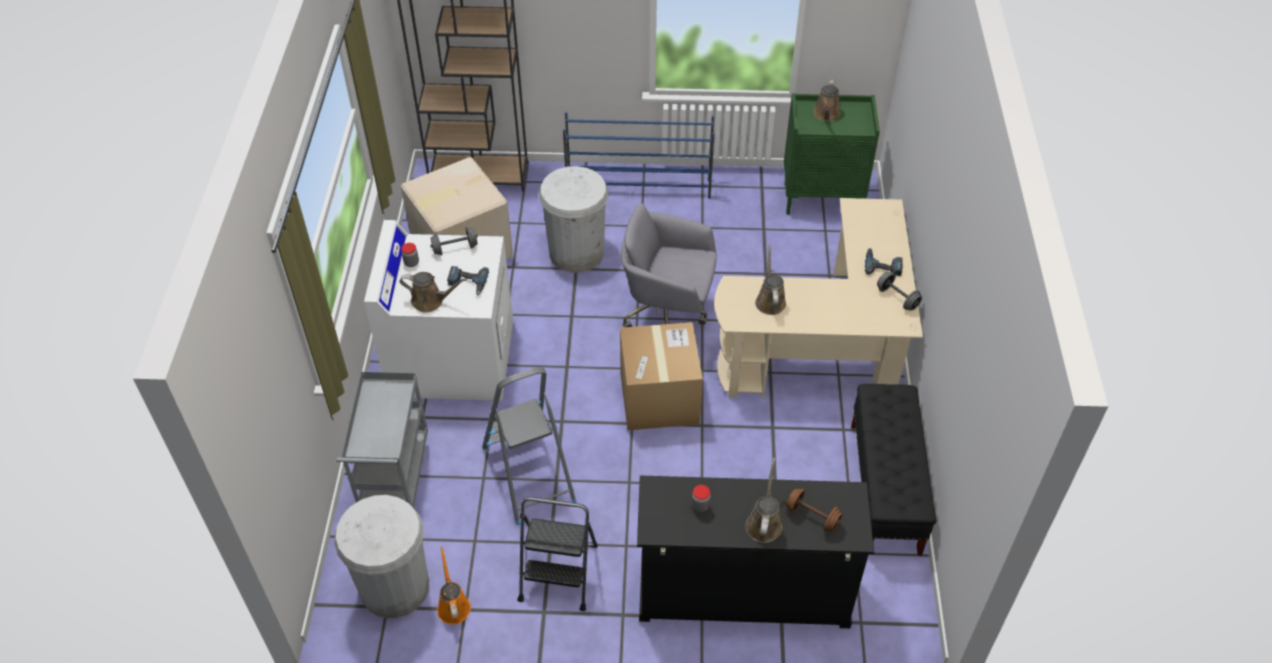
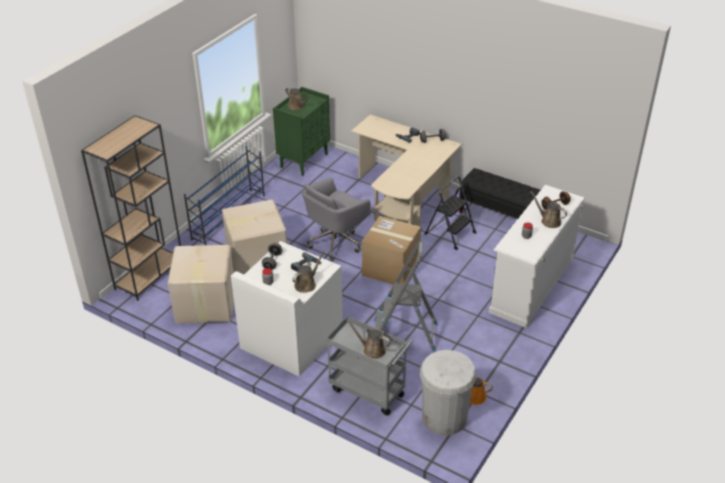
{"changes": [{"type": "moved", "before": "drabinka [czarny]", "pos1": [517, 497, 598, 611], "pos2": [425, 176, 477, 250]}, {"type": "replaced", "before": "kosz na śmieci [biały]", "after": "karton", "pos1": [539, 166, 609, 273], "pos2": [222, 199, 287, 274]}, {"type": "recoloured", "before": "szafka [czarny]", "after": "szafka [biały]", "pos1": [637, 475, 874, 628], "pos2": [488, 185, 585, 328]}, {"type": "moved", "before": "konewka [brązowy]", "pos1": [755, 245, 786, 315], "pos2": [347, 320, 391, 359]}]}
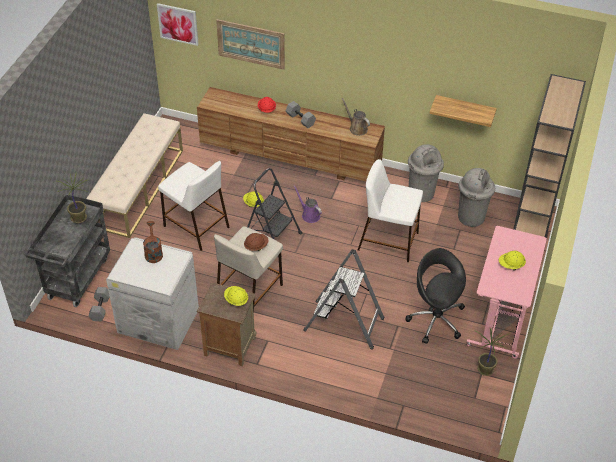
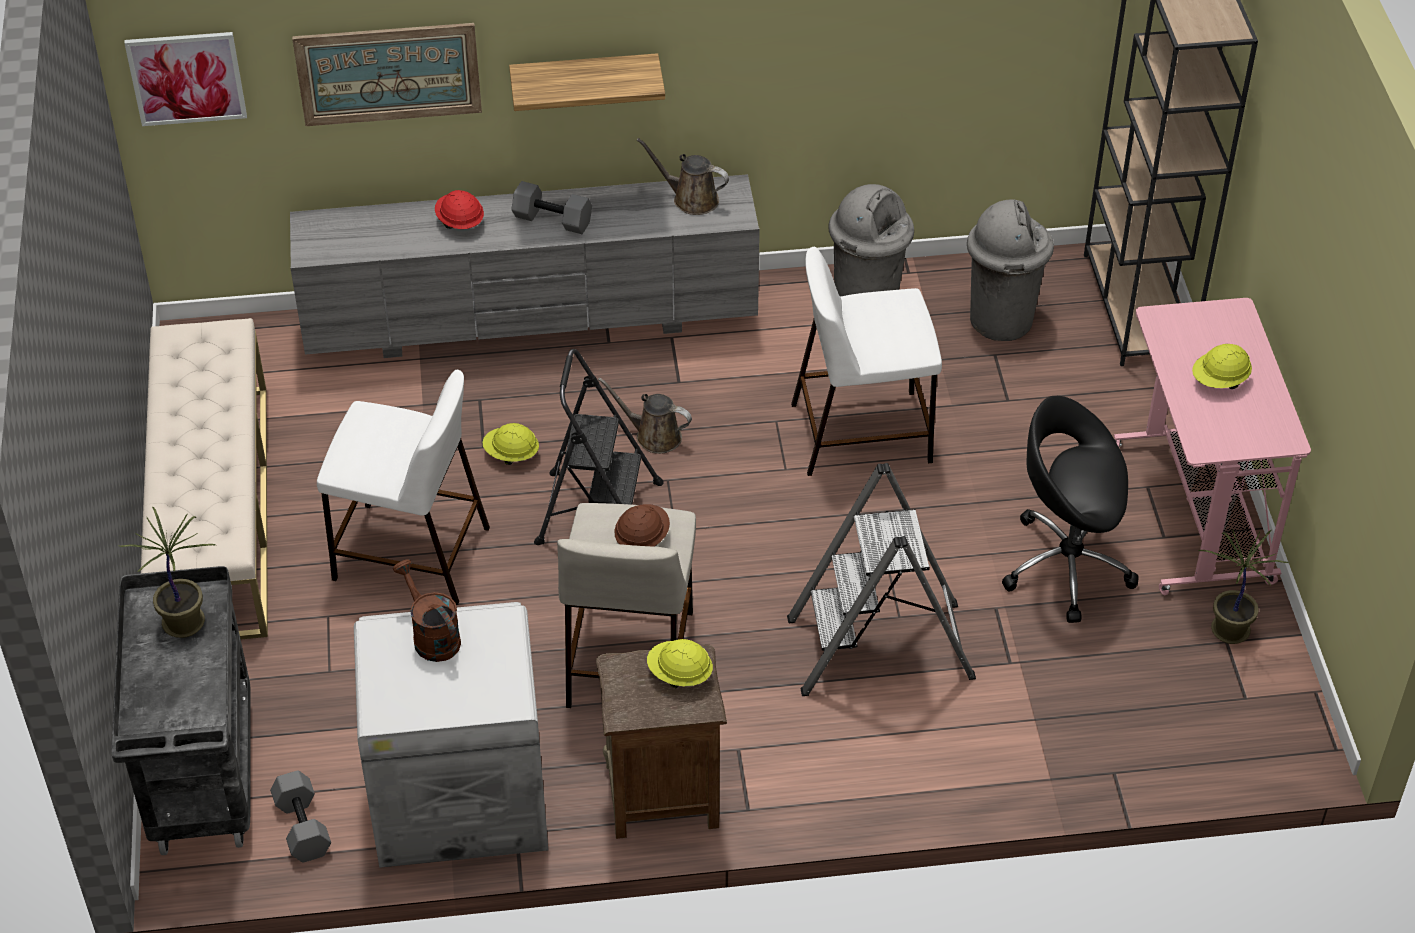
{"changes": [{"type": "recoloured", "before": "szafka [brązowy]", "after": "szafka [szary]", "pos1": [197, 87, 385, 181], "pos2": [290, 174, 760, 358]}, {"type": "recoloured", "before": "konewka [fioletowy]", "after": "konewka [brązowy]", "pos1": [294, 185, 322, 223], "pos2": [598, 377, 692, 454]}, {"type": "moved", "before": "półka", "pos1": [429, 95, 497, 127], "pos2": [509, 53, 665, 111]}]}
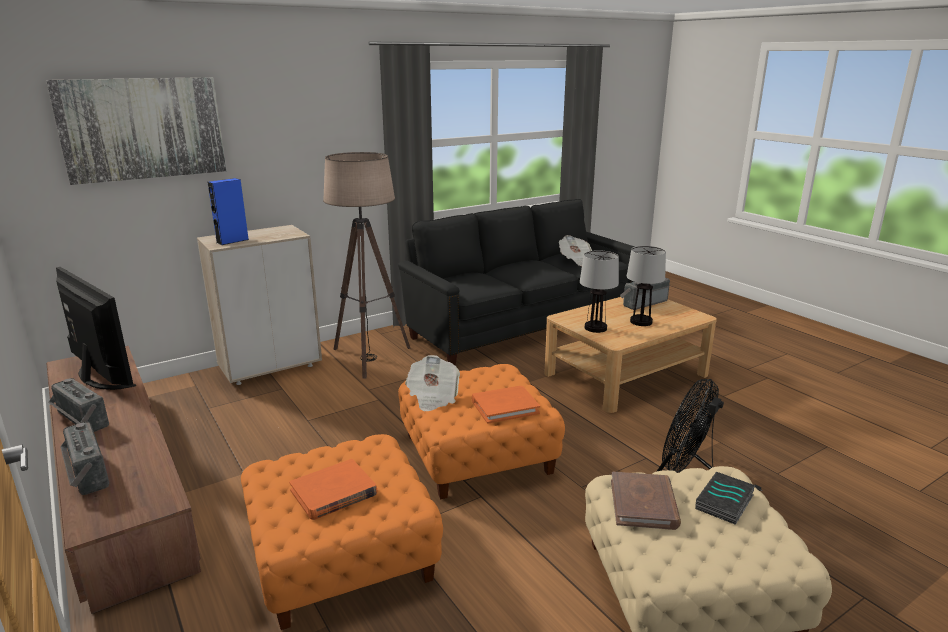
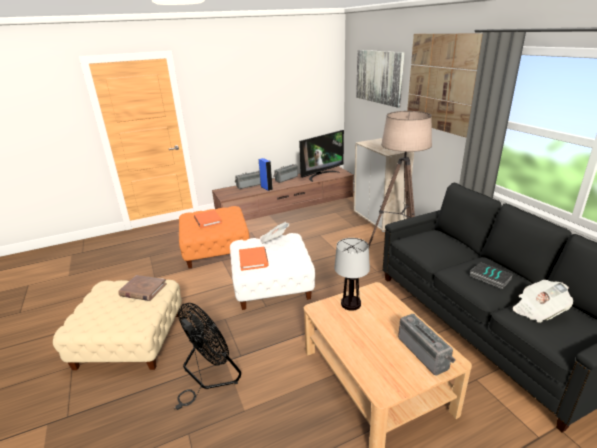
{"changes": [{"type": "moved", "before": "głośnik [niebieski]", "pos1": [208, 178, 249, 245], "pos2": [259, 158, 273, 191]}, {"type": "recoloured", "before": "pufa [pomarańczowy]", "after": "pufa [biały]", "pos1": [398, 364, 565, 499], "pos2": [230, 233, 315, 310]}, {"type": "removed", "before": "lampa stołowa", "pos1": [627, 246, 666, 326]}, {"type": "moved", "before": "książka", "pos1": [695, 472, 756, 525], "pos2": [470, 262, 513, 289]}, {"type": "added", "after": "obraz", "pos2": [407, 33, 483, 138]}]}
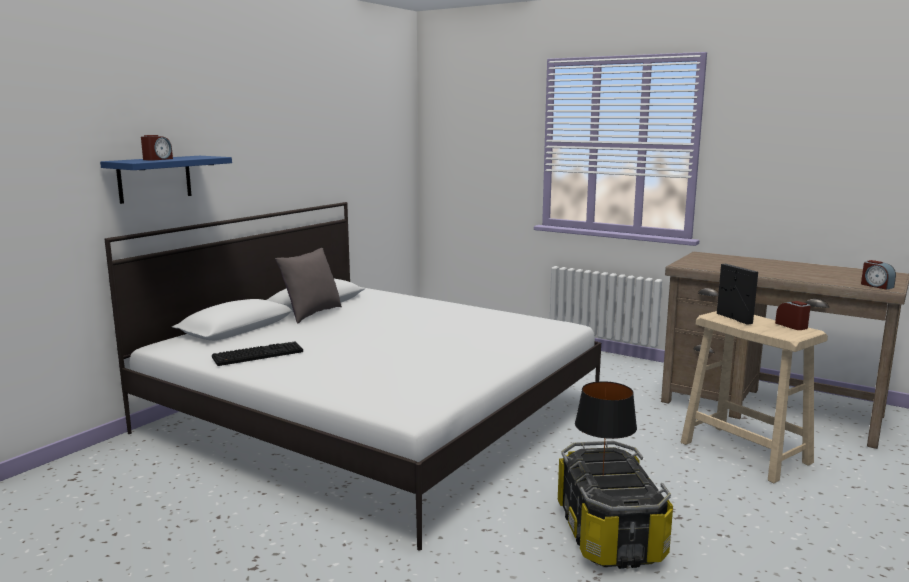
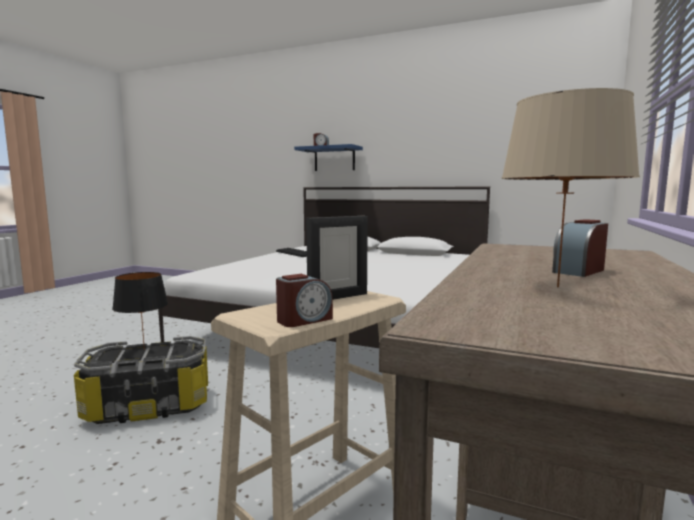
{"changes": [{"type": "removed", "before": "poduszka [szary]", "pos1": [275, 248, 342, 324]}, {"type": "moved", "before": "budzik", "pos1": [861, 260, 896, 290], "pos2": [552, 219, 608, 277]}, {"type": "added", "after": "lampa stołowa [beżowy]", "pos2": [501, 88, 640, 287]}]}
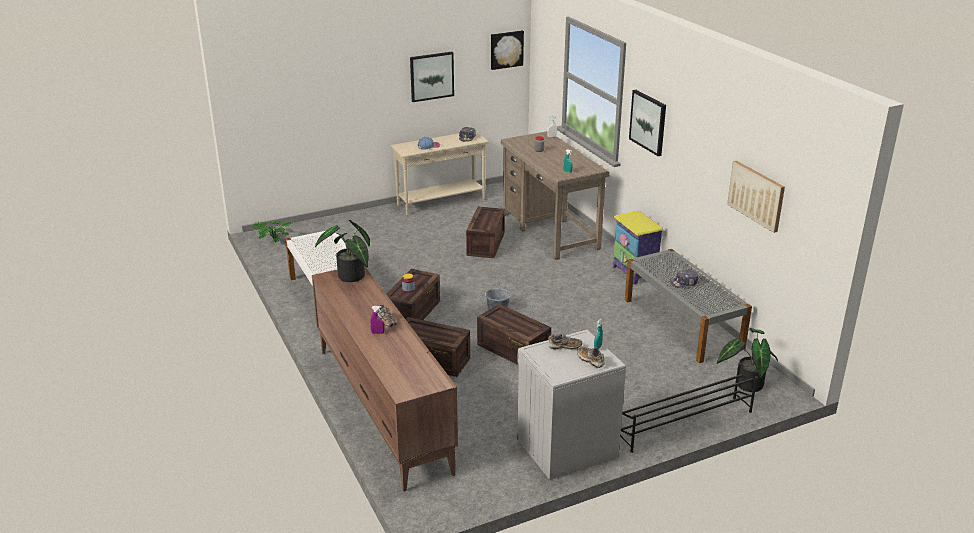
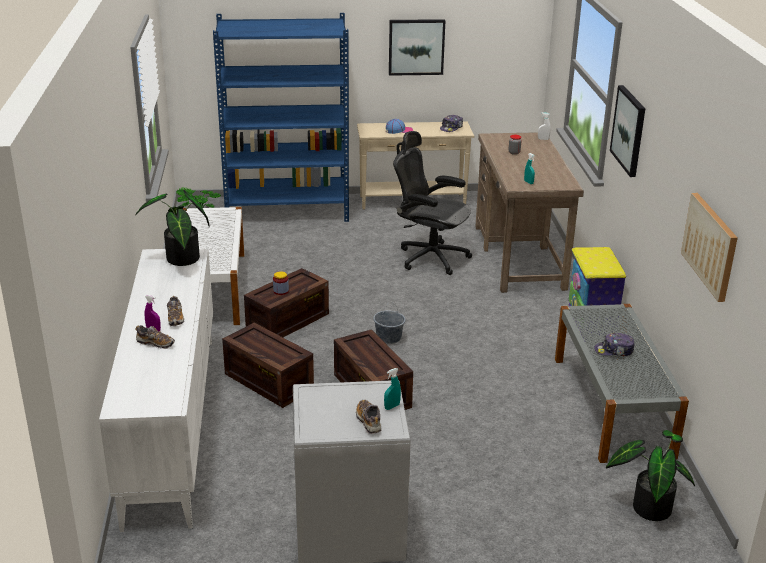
{"changes": [{"type": "recoloured", "before": "szafka [brązowy]", "after": "szafka [biały]", "pos1": [312, 266, 458, 492], "pos2": [99, 248, 213, 532]}, {"type": "replaced", "before": "skrzynka", "after": "krzesło biurowe", "pos1": [466, 207, 505, 258], "pos2": [393, 131, 472, 275]}, {"type": "removed", "before": "obraz", "pos1": [491, 30, 524, 70]}, {"type": "moved", "before": "but", "pos1": [548, 333, 582, 350], "pos2": [135, 325, 175, 349]}, {"type": "removed", "before": "regał na buty [czarny]", "pos1": [620, 363, 757, 453]}, {"type": "added", "after": "regał [niebieski]", "pos2": [213, 13, 349, 222]}]}
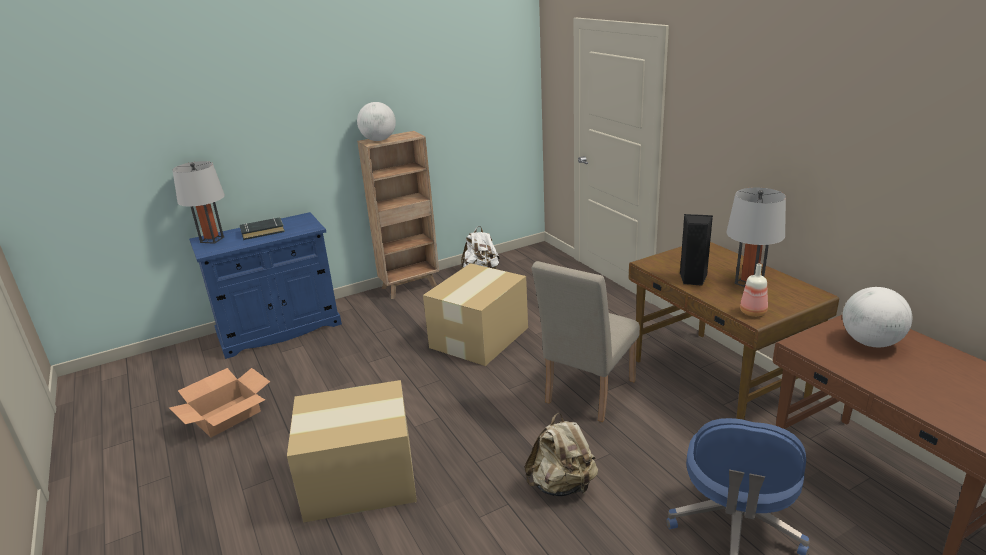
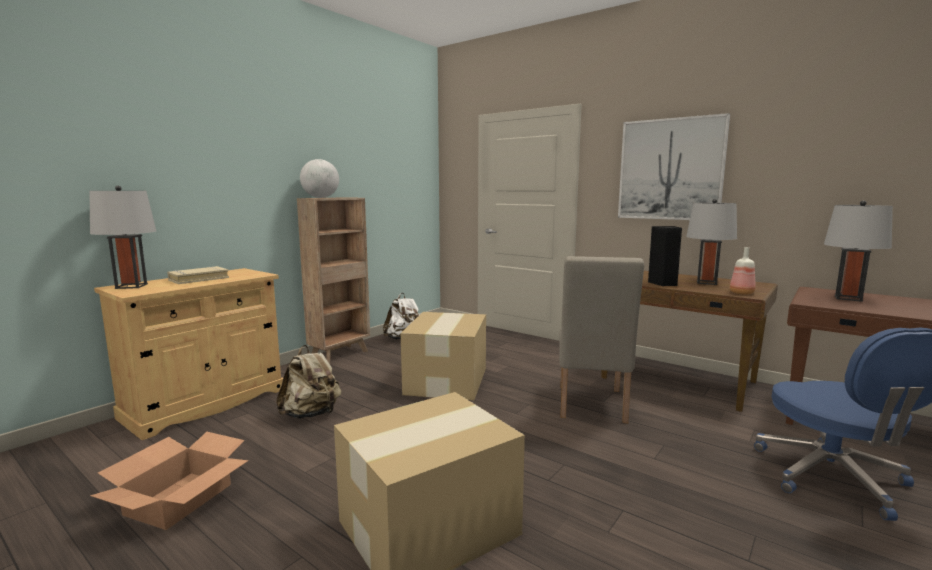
{"changes": [{"type": "recoloured", "before": "szafka [niebieski]", "after": "szafka [beżowy]", "pos1": [189, 212, 342, 359], "pos2": [94, 268, 283, 440]}, {"type": "recoloured", "before": "książka [czarny]", "after": "książka [beżowy]", "pos1": [240, 217, 285, 240], "pos2": [167, 266, 229, 284]}, {"type": "moved", "before": "plecak [beżowy]", "pos1": [525, 413, 598, 497], "pos2": [276, 345, 341, 419]}, {"type": "replaced", "before": "globus", "after": "lampa stołowa [szary]", "pos1": [843, 287, 912, 347], "pos2": [824, 200, 893, 302]}, {"type": "added", "after": "obraz", "pos2": [618, 113, 730, 220]}]}
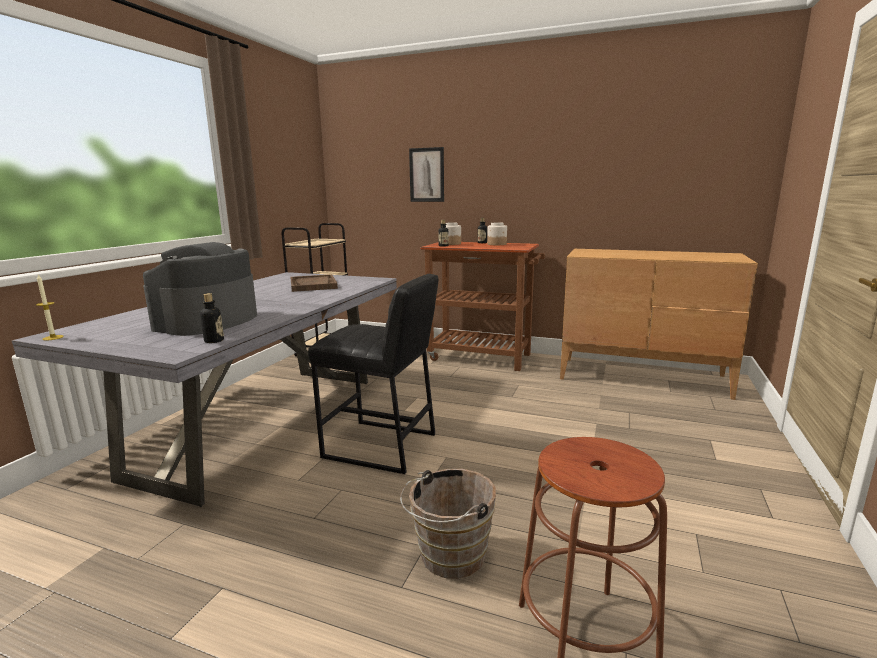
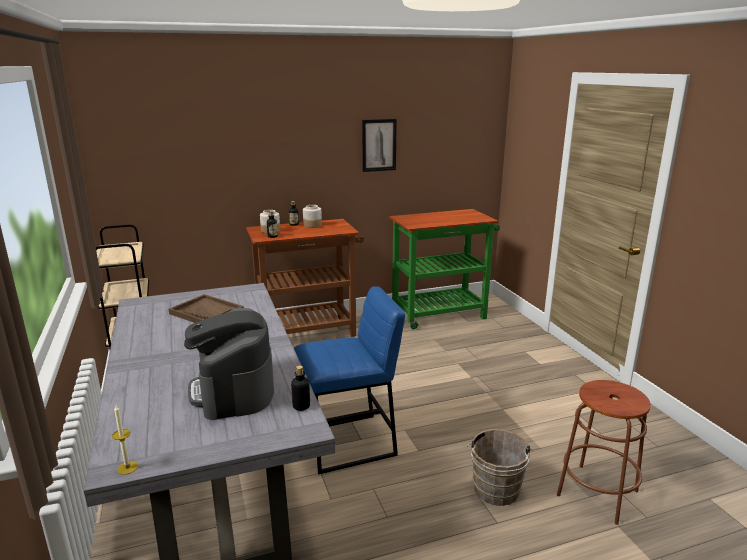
{"changes": [{"type": "recoloured", "before": "krzesło [czarny]", "after": "krzesło [niebieski]", "pos1": [308, 274, 439, 474], "pos2": [294, 286, 405, 474]}, {"type": "moved", "before": "obraz", "pos1": [409, 147, 444, 202], "pos2": [362, 119, 397, 172]}, {"type": "replaced", "before": "szafka [brązowy]", "after": "wózek [zielony]", "pos1": [560, 249, 758, 400], "pos2": [389, 209, 500, 329]}]}
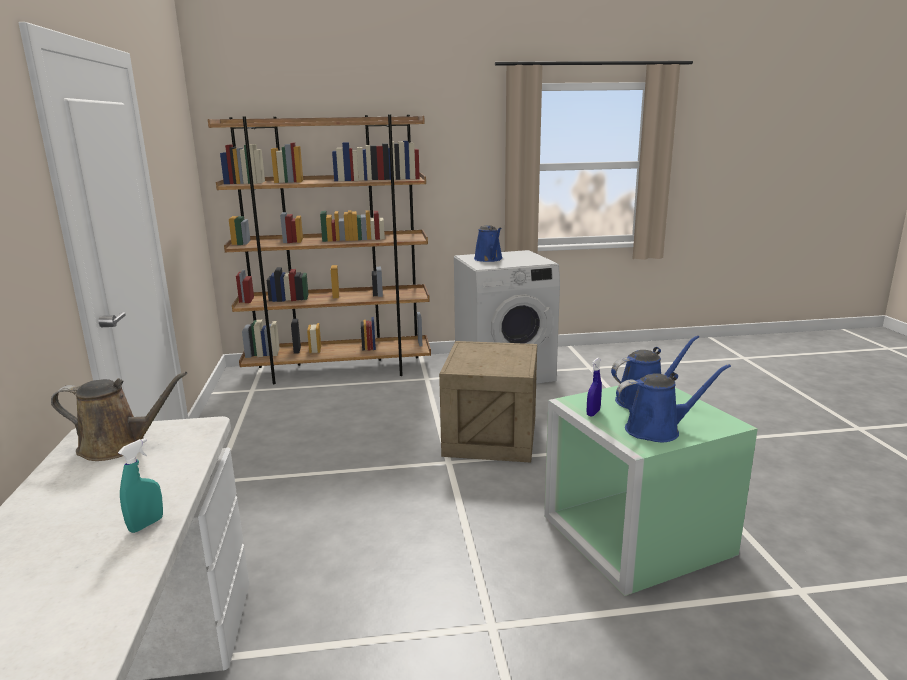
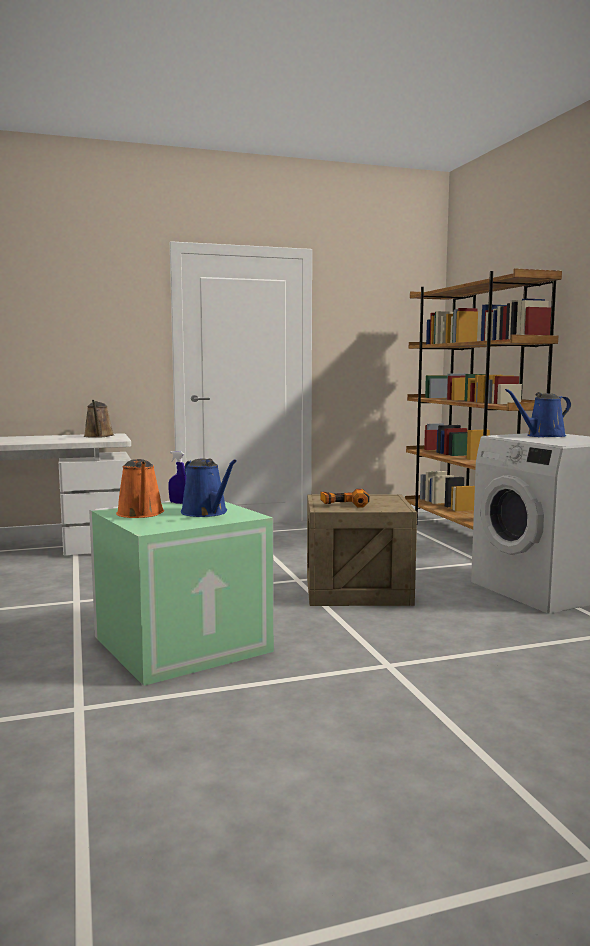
{"changes": [{"type": "removed", "before": "spryskiwacz [turkusowy]", "pos1": [118, 438, 163, 533]}, {"type": "recoloured", "before": "konewka [niebieski]", "after": "konewka [pomarańczowy]", "pos1": [616, 364, 731, 442], "pos2": [116, 459, 164, 518]}, {"type": "added", "after": "wiertarka", "pos2": [320, 489, 370, 508]}]}
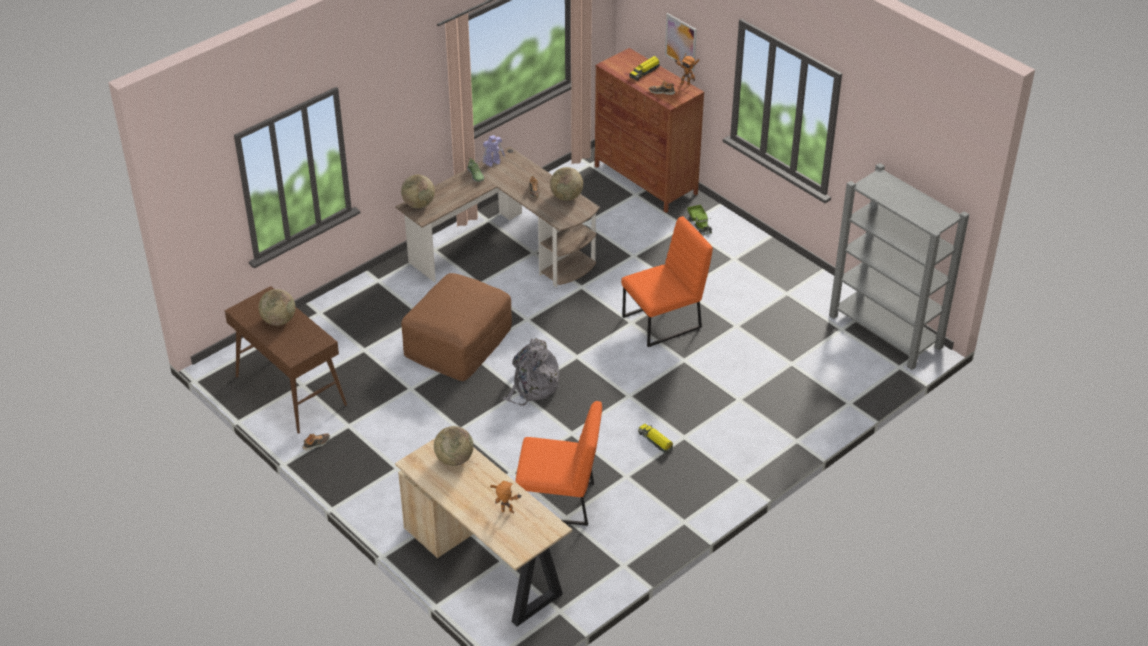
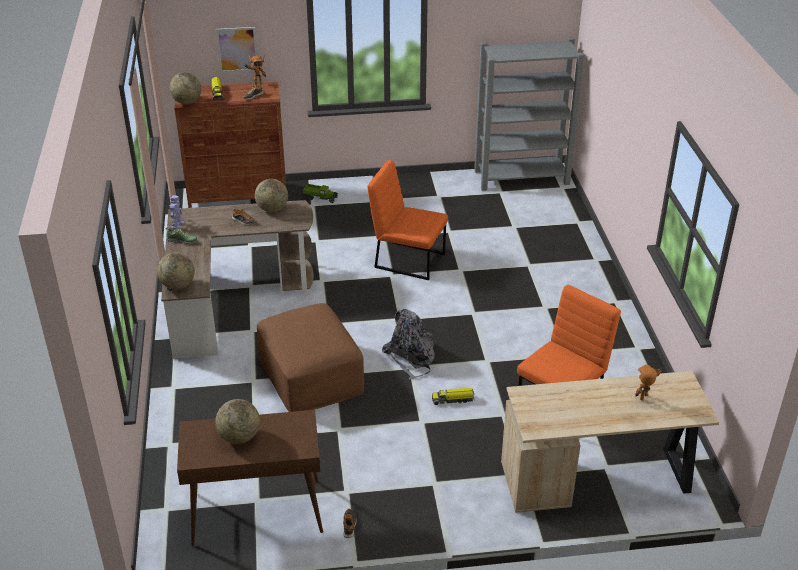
{"changes": [{"type": "moved", "before": "globus", "pos1": [434, 426, 474, 466], "pos2": [169, 72, 201, 104]}, {"type": "turned", "before": "krzesło [pomarańczowy]", "pos1": [621, 216, 713, 347], "pos2": [367, 160, 448, 280], "turn": -75}, {"type": "moved", "before": "ciężarówka zabawkowa", "pos1": [638, 424, 674, 454], "pos2": [432, 388, 475, 405]}]}
